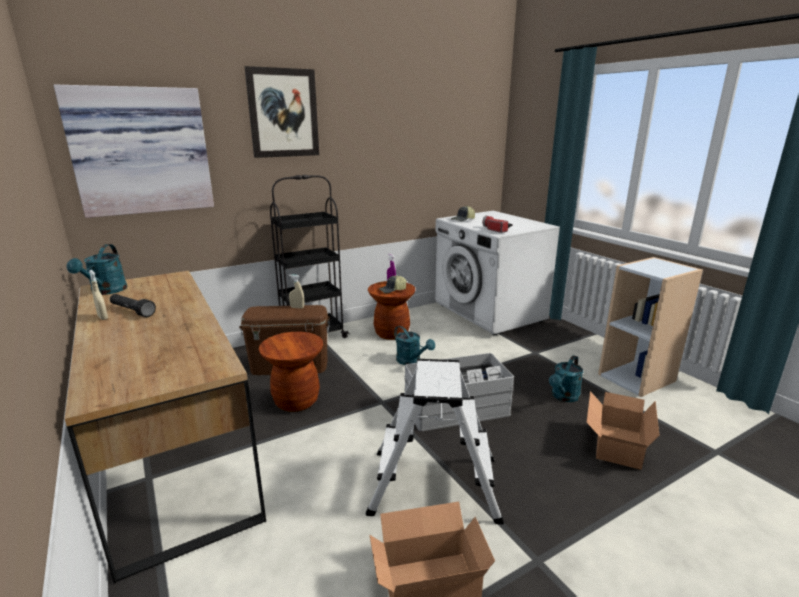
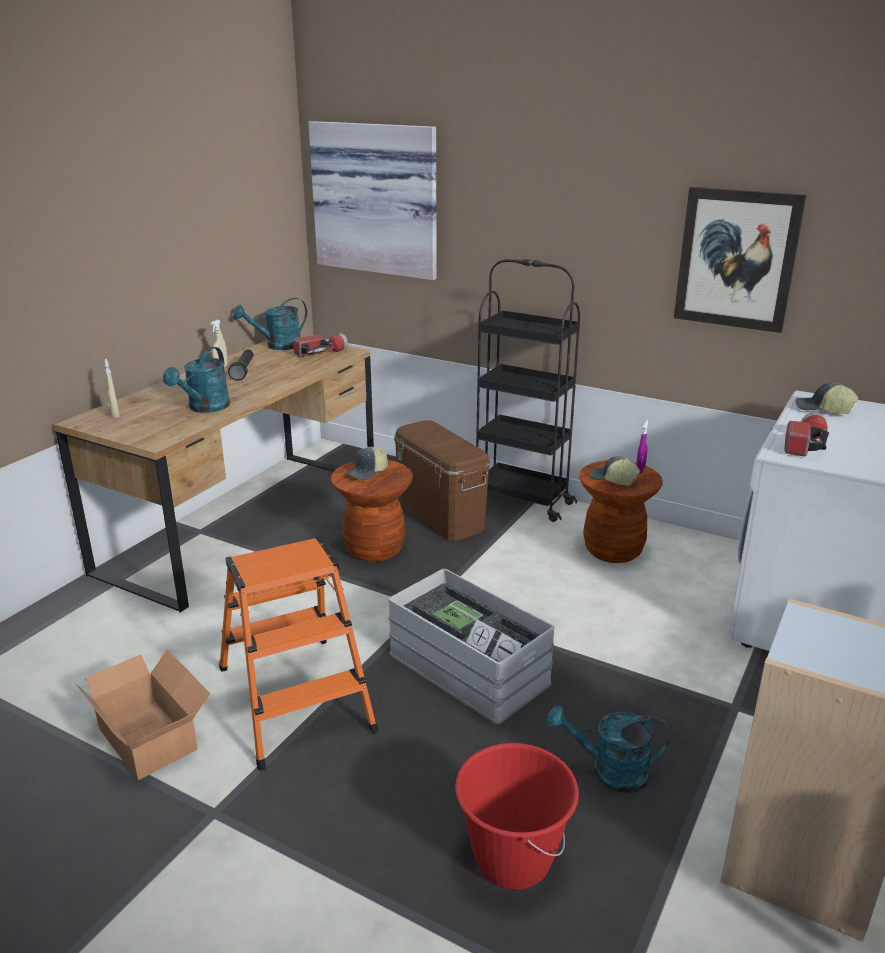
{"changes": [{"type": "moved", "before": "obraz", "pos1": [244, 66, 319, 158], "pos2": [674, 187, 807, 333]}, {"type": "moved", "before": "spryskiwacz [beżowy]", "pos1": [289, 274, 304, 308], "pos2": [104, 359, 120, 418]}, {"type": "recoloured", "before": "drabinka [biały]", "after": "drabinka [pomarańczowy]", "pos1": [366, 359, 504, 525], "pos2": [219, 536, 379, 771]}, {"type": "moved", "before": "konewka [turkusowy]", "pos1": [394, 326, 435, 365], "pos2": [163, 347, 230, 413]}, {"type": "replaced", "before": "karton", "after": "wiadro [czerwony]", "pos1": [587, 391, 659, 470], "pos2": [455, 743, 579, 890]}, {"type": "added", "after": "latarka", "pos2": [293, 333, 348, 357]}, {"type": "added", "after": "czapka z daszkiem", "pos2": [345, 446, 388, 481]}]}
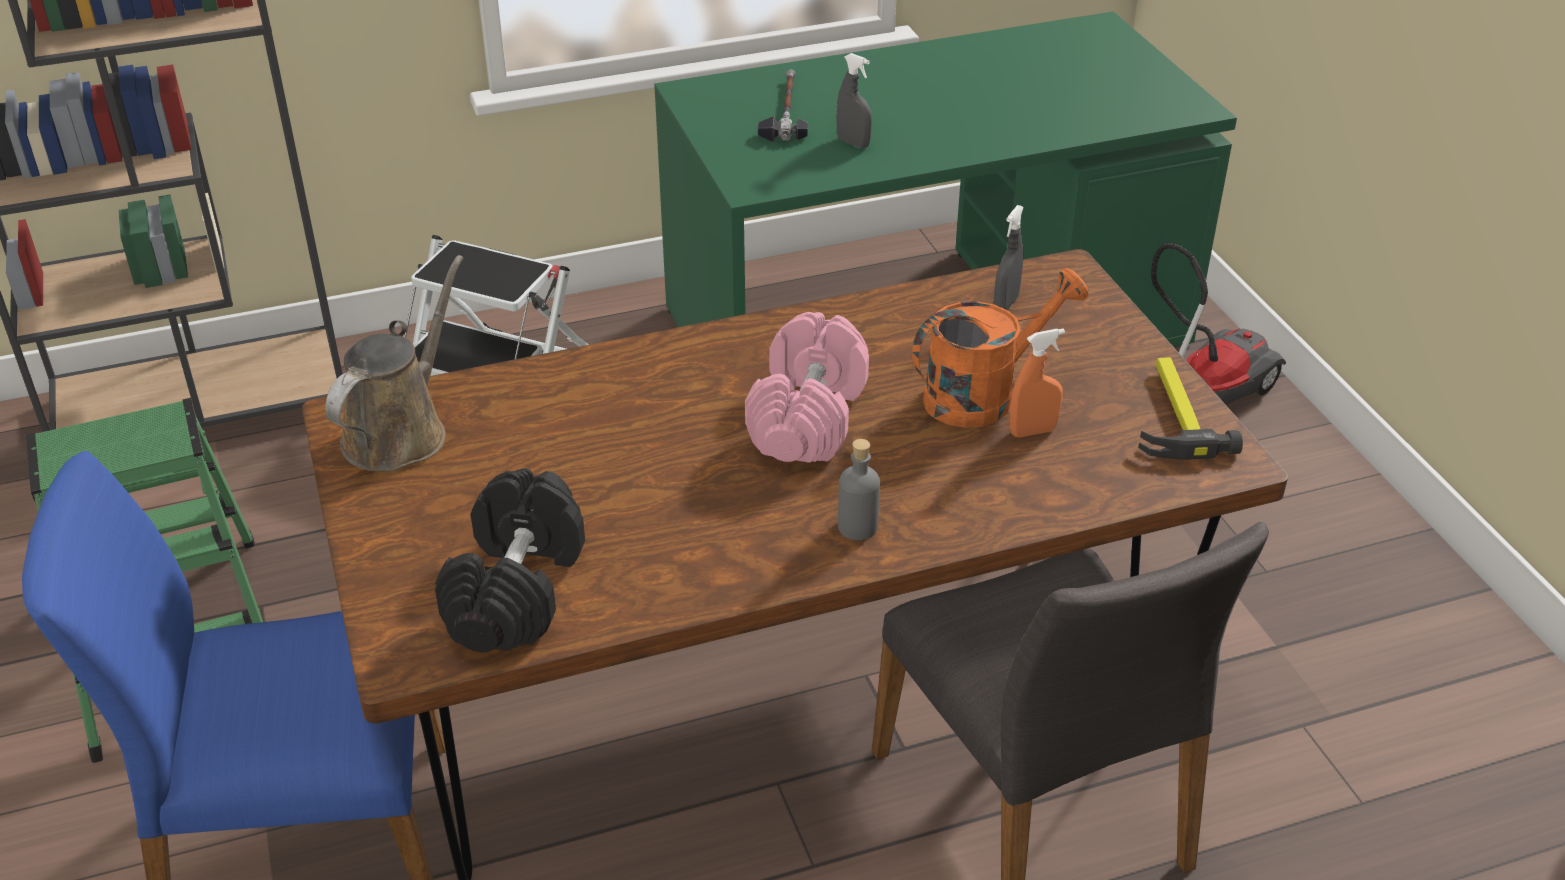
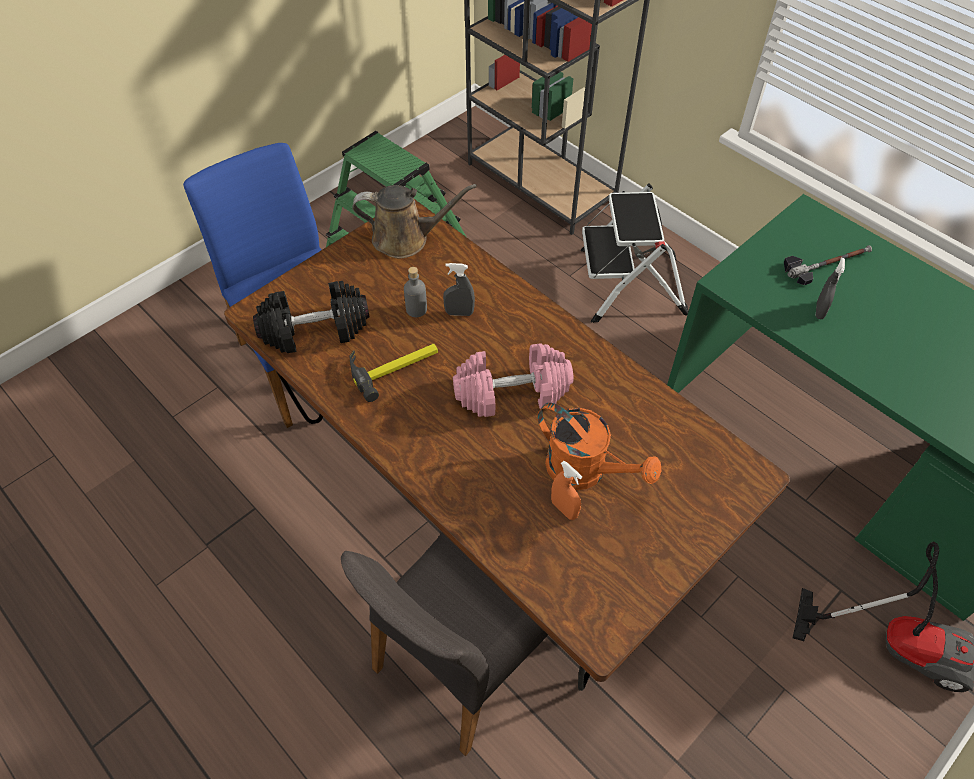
{"changes": [{"type": "moved", "before": "butelka [szary]", "pos1": [838, 439, 880, 540], "pos2": [404, 267, 427, 317]}, {"type": "moved", "before": "spryskiwacz [szary]", "pos1": [993, 205, 1024, 310], "pos2": [443, 263, 475, 316]}, {"type": "moved", "before": "młotek", "pos1": [1138, 357, 1243, 460], "pos2": [350, 343, 438, 402]}]}
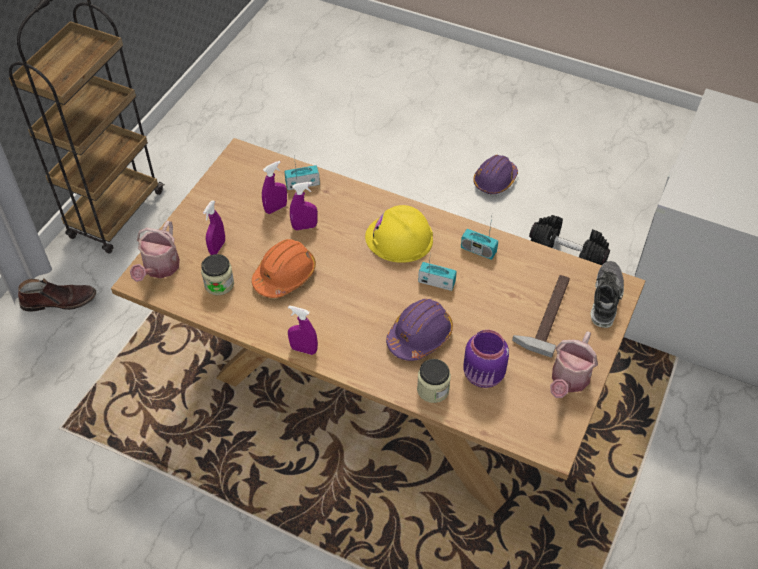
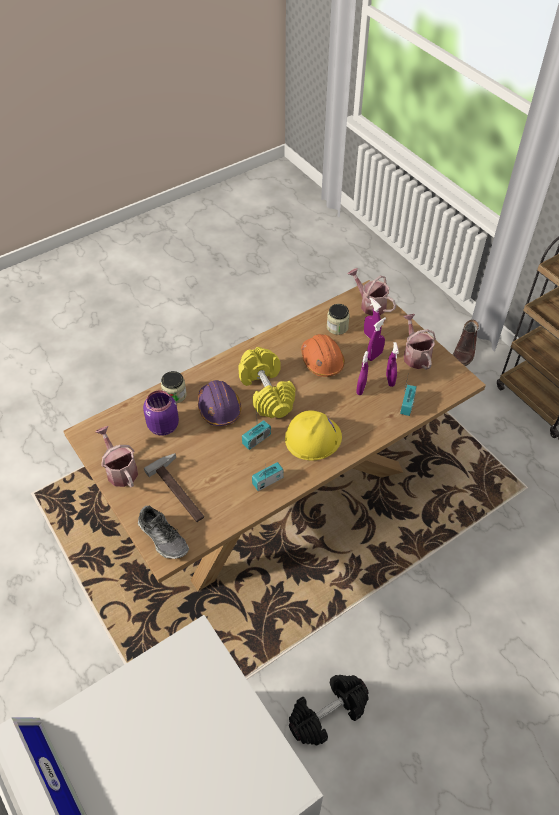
{"changes": [{"type": "moved", "before": "spryskiwacz [fioletowy]", "pos1": [288, 306, 318, 355], "pos2": [367, 317, 386, 361]}, {"type": "removed", "before": "kask [fioletowy]", "pos1": [473, 155, 518, 195]}, {"type": "added", "after": "hantel [żółty]", "pos2": [238, 347, 295, 418]}, {"type": "added", "after": "konewka", "pos2": [403, 314, 436, 370]}]}
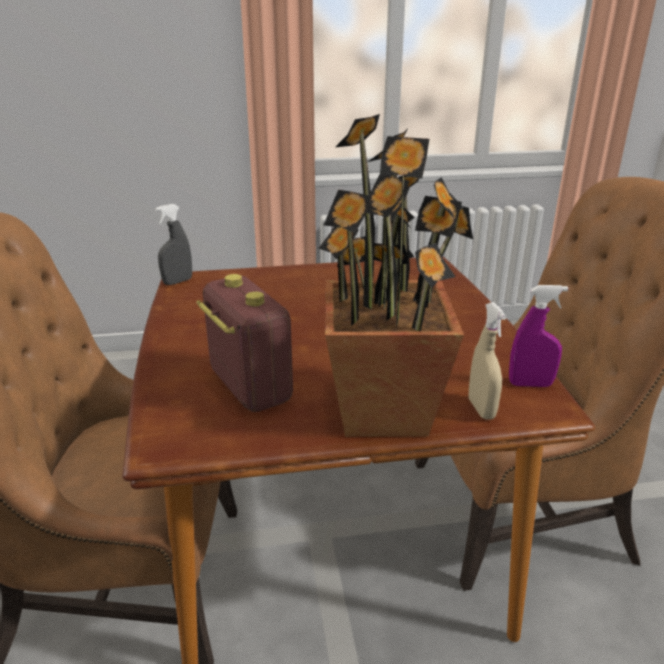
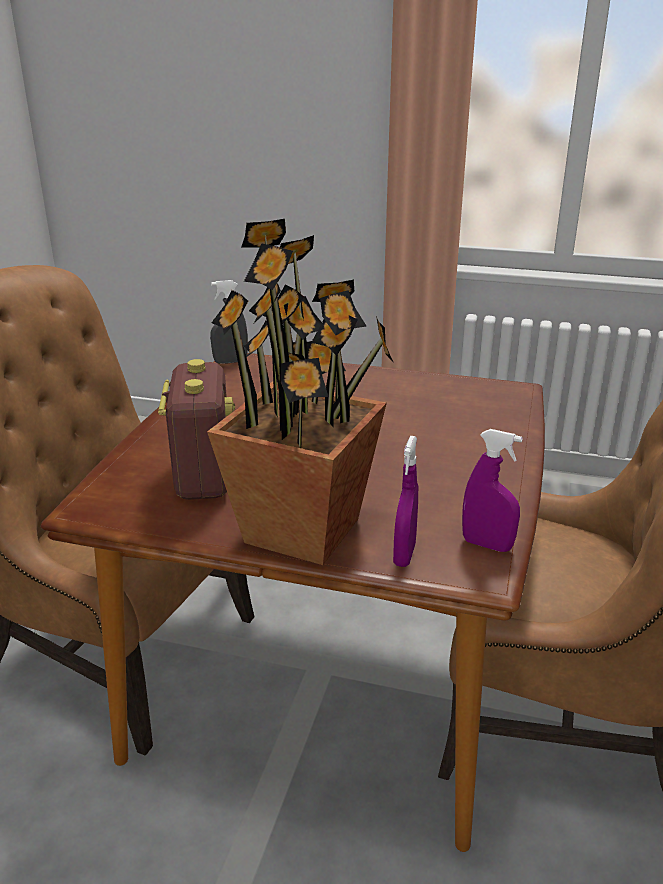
{"changes": [{"type": "recoloured", "before": "spryskiwacz [beżowy]", "after": "spryskiwacz [fioletowy]", "pos1": [469, 302, 507, 420], "pos2": [393, 436, 418, 567]}]}
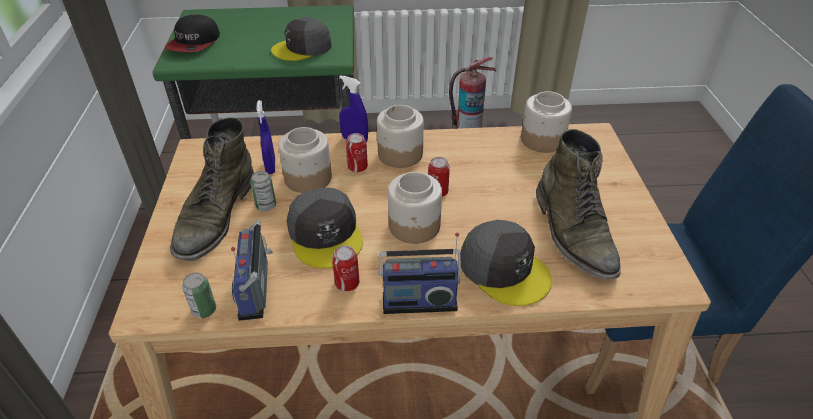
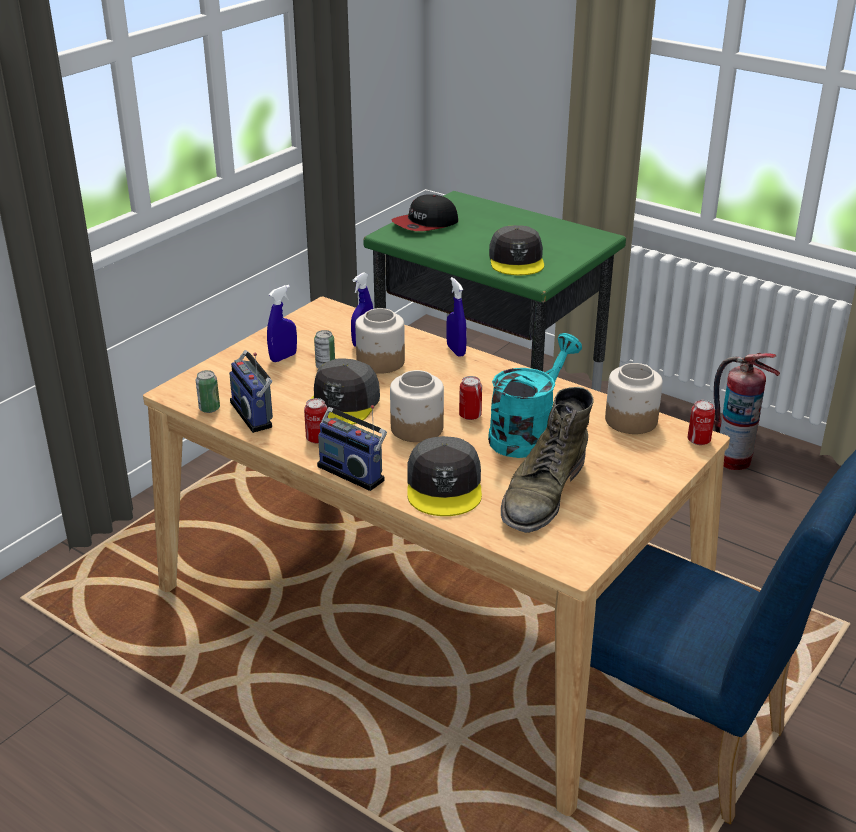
{"changes": [{"type": "replaced", "before": "but z cholewką [zielony]", "after": "spryskiwacz [niebieski]", "pos1": [170, 117, 254, 261], "pos2": [267, 285, 297, 362]}, {"type": "turned", "before": "radio", "pos1": [231, 220, 273, 321], "pos2": [229, 350, 273, 433], "turn": -60}, {"type": "turned", "before": "czapka z daszkiem [szary]", "pos1": [271, 17, 332, 61], "pos2": [489, 225, 544, 275], "turn": -105}, {"type": "moved", "before": "puszka", "pos1": [346, 133, 368, 172], "pos2": [688, 400, 715, 445]}, {"type": "removed", "before": "słoik", "pos1": [377, 105, 424, 168]}, {"type": "added", "after": "konewka [turkusowy]", "pos2": [488, 333, 582, 458]}]}
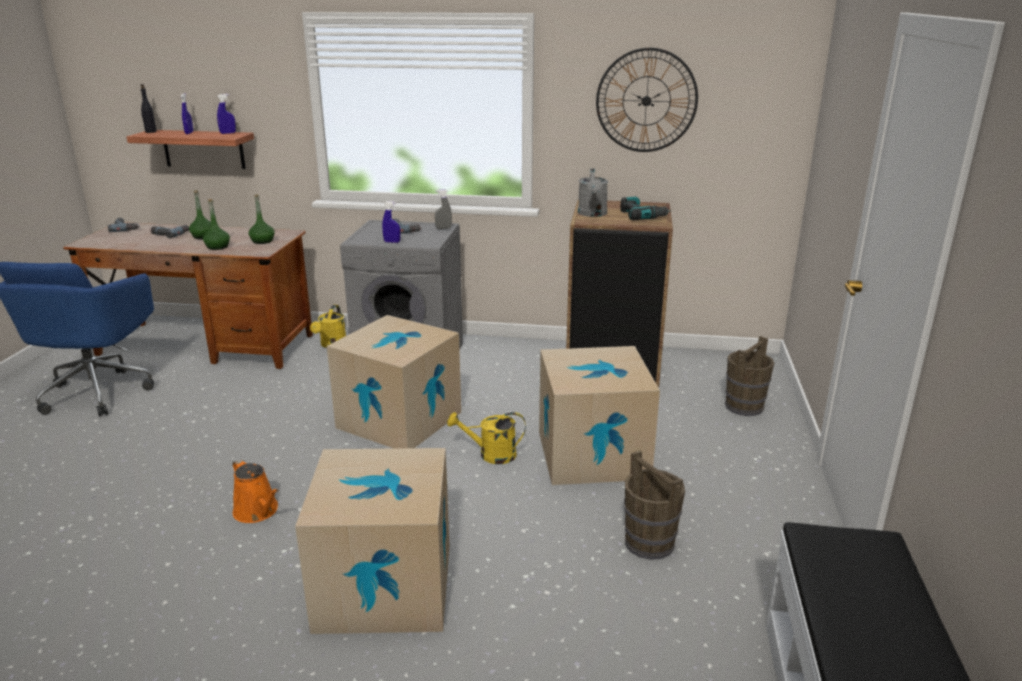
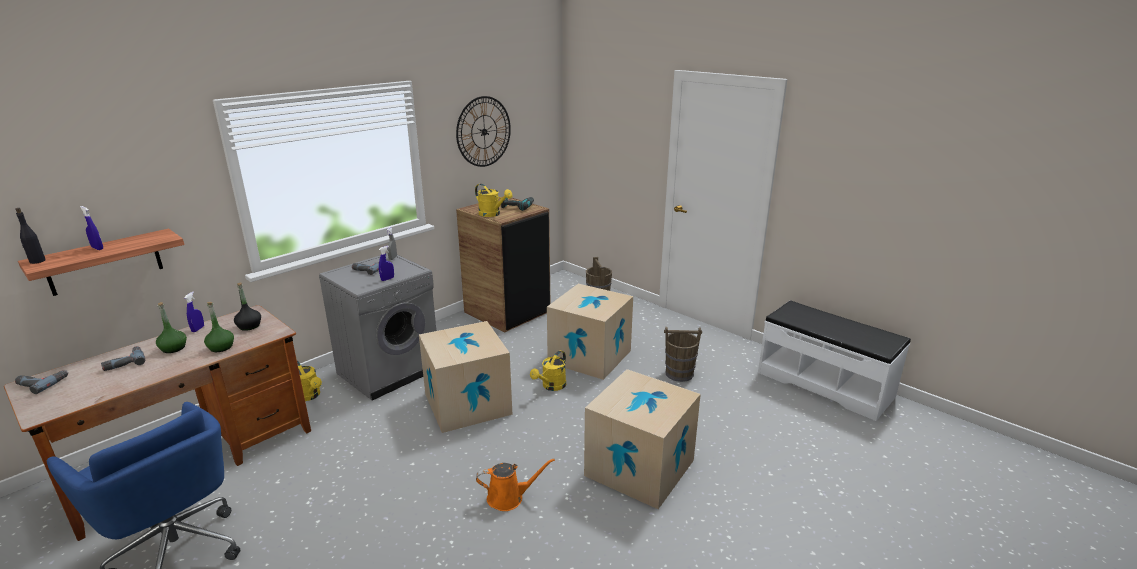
{"changes": [{"type": "moved", "before": "spryskiwacz [niebieski]", "pos1": [217, 94, 236, 134], "pos2": [185, 292, 204, 332]}, {"type": "recoloured", "before": "butelka [zielony]", "after": "butelka [czarny]", "pos1": [249, 194, 275, 244], "pos2": [234, 283, 261, 331]}, {"type": "recoloured", "before": "konewka [szary]", "after": "konewka [żółty]", "pos1": [578, 168, 608, 217], "pos2": [475, 184, 512, 217]}]}
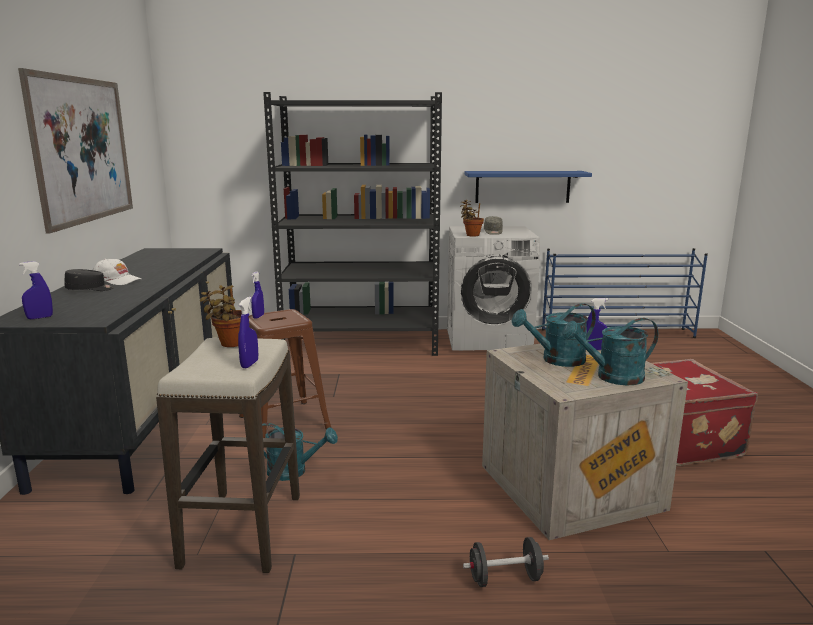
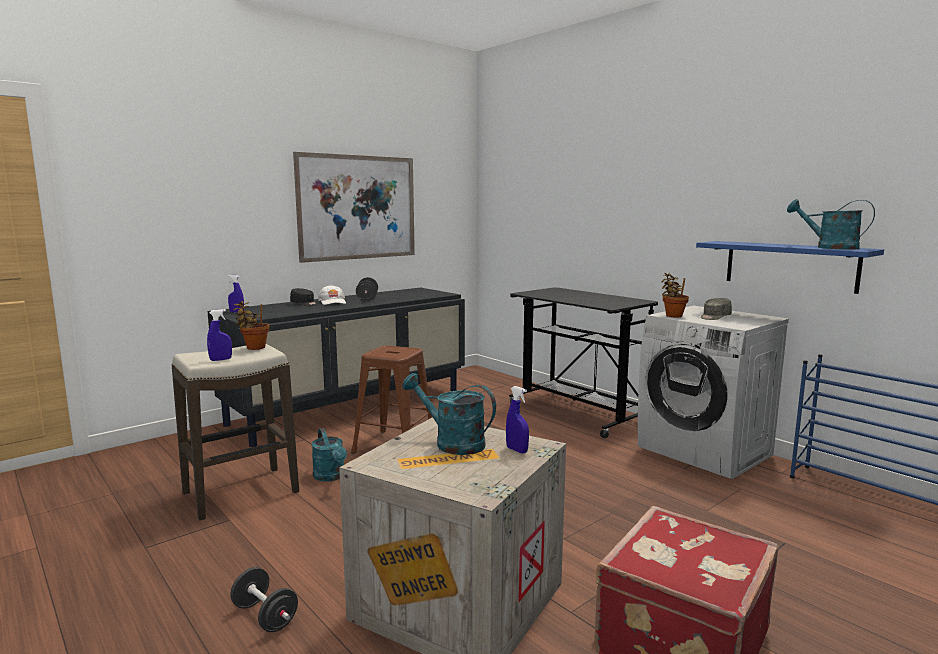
{"changes": [{"type": "removed", "before": "spryskiwacz [niebieski]", "pos1": [251, 272, 264, 319]}, {"type": "replaced", "before": "regał [czarny]", "after": "biurko [czarny]", "pos1": [263, 92, 442, 356], "pos2": [509, 287, 658, 438]}, {"type": "moved", "before": "konewka [turkusowy]", "pos1": [562, 318, 658, 386], "pos2": [787, 199, 875, 249]}, {"type": "added", "after": "hantel [czarny]", "pos2": [356, 277, 378, 302]}]}
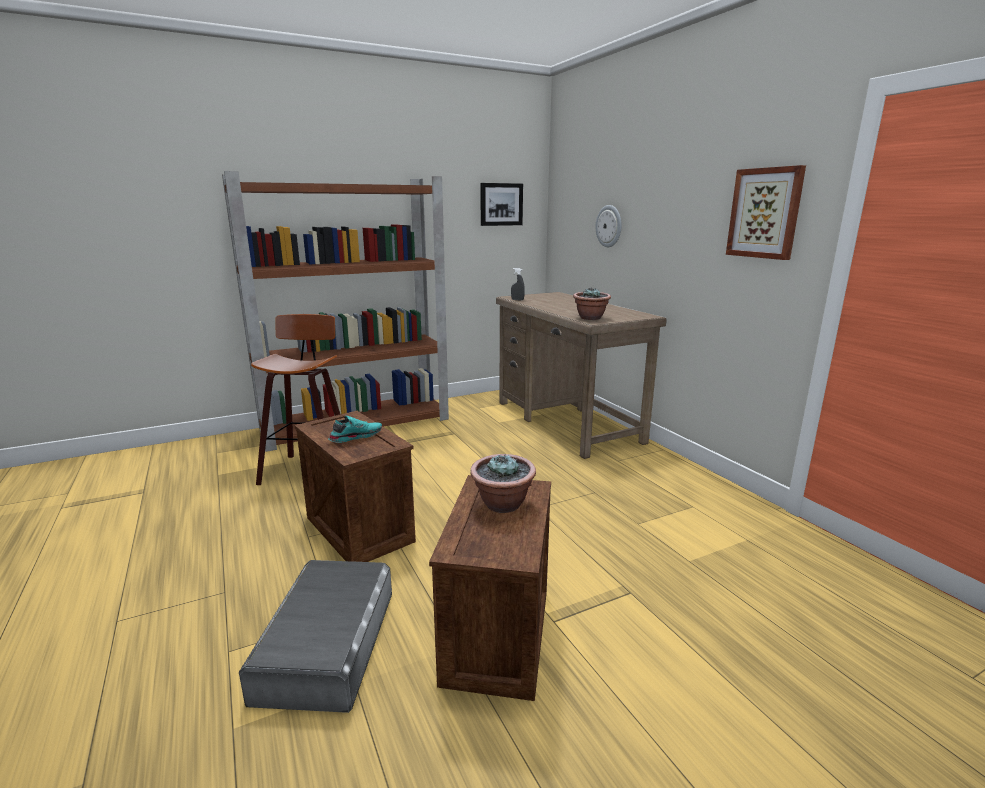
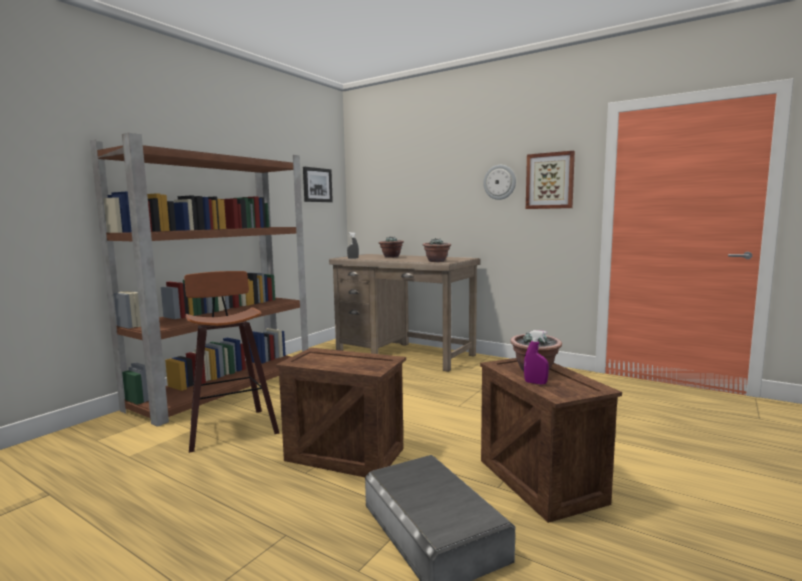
{"changes": [{"type": "removed", "before": "but [turkusowy]", "pos1": [328, 415, 382, 443]}, {"type": "moved", "before": "zegar ścienny", "pos1": [596, 205, 622, 247], "pos2": [483, 165, 516, 200]}, {"type": "added", "after": "roślina doniczkowa", "pos2": [378, 236, 404, 258]}, {"type": "added", "after": "spryskiwacz [fioletowy]", "pos2": [524, 330, 549, 384]}]}
